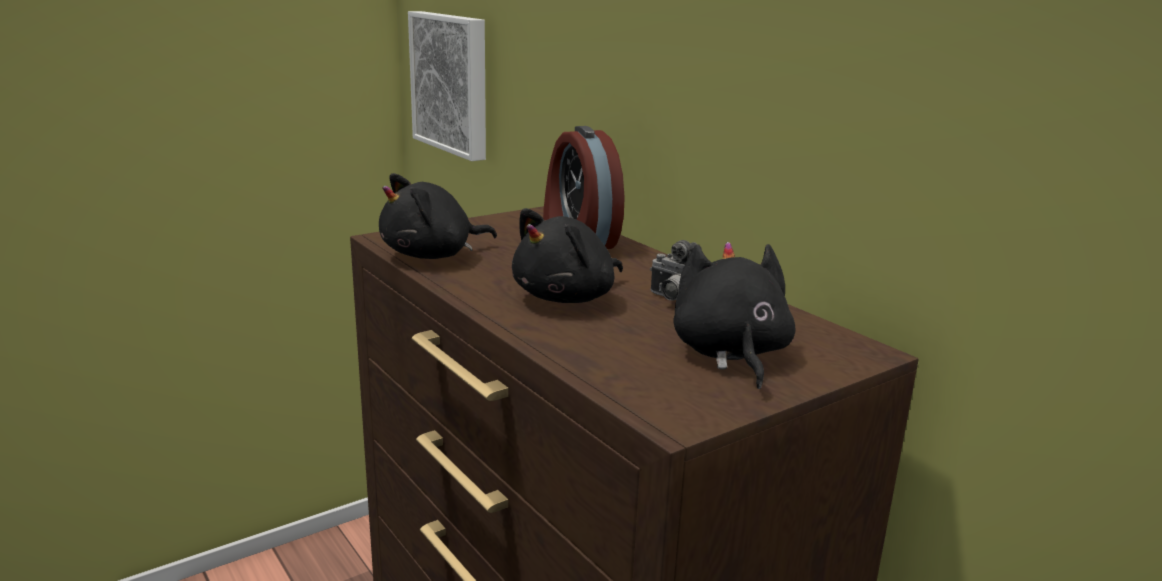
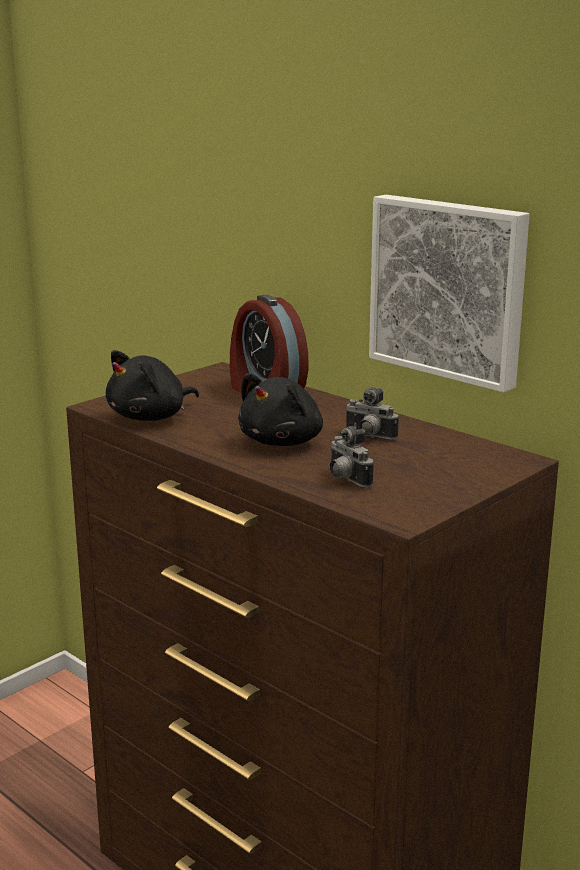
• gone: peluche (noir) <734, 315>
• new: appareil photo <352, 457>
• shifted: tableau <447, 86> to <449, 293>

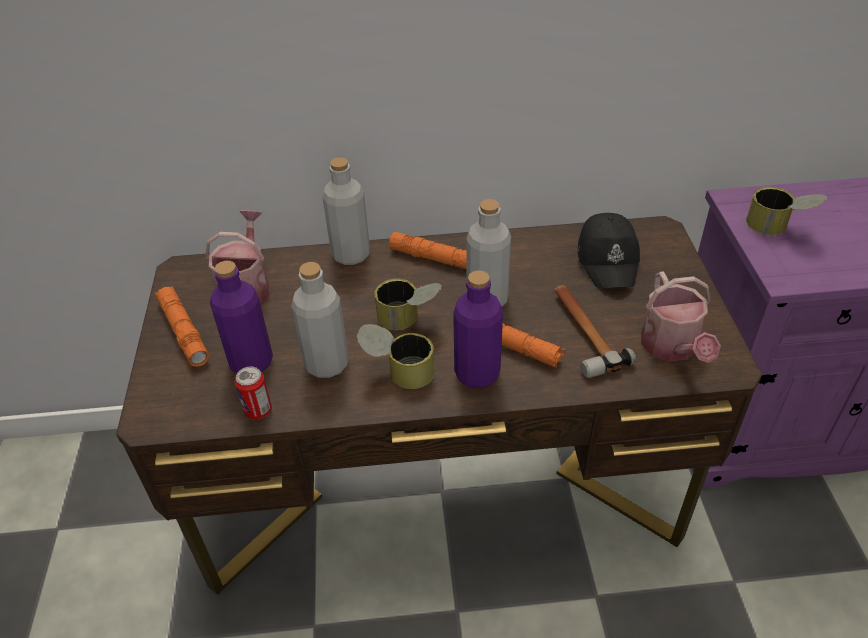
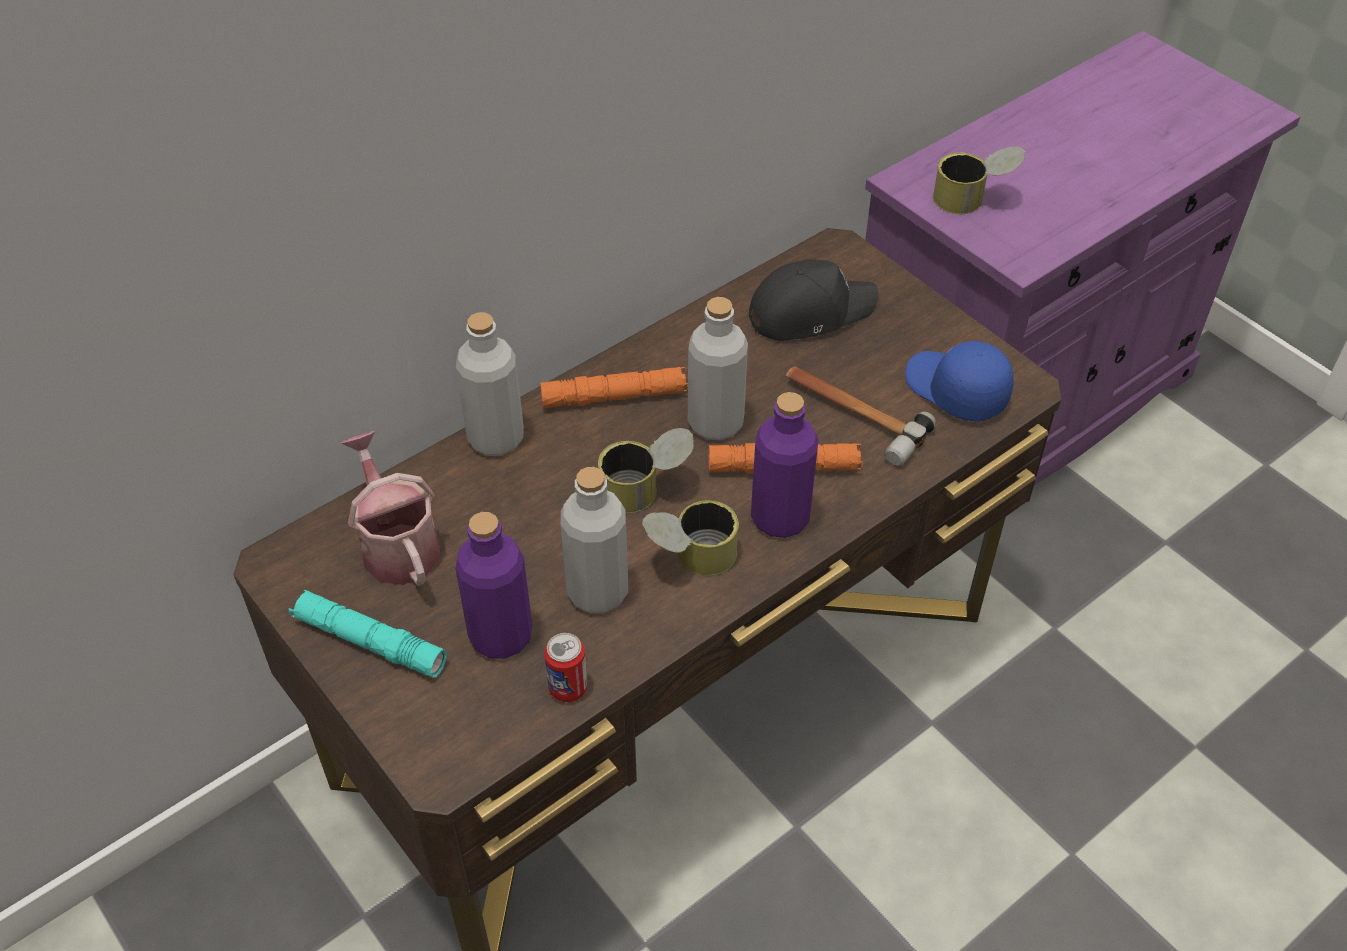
• swapped: arrosoir <681, 317> to casquette (bleu) <959, 381>
• repainted: lampe de poche (orange) <182, 327> to lampe de poche (turquoise) <368, 633>
• rotated: casquette (noir) <609, 251> = <813, 300> 75 degrees counterclockwise

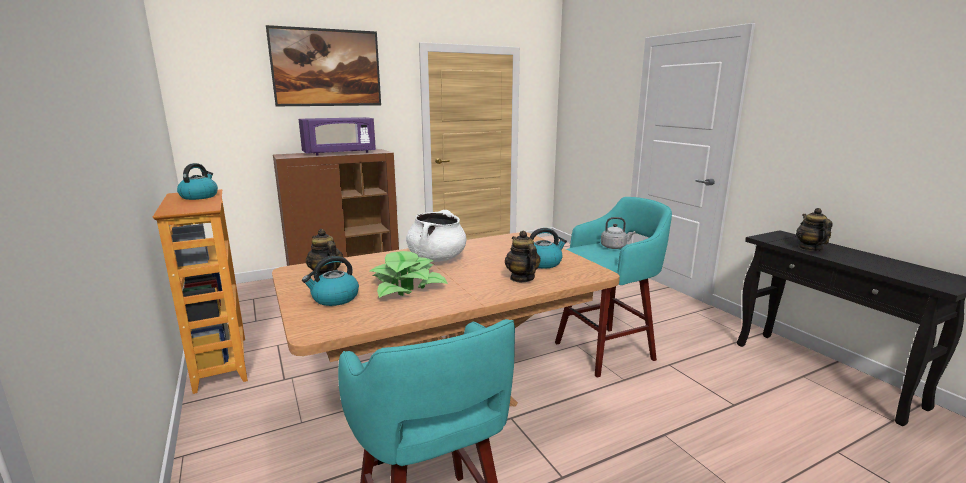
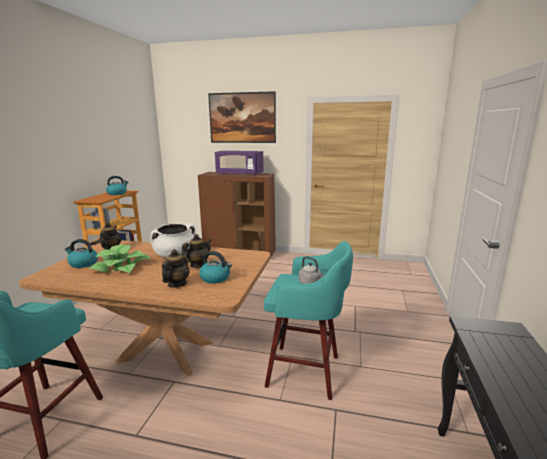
• shifted: théière <814, 229> to <196, 251>

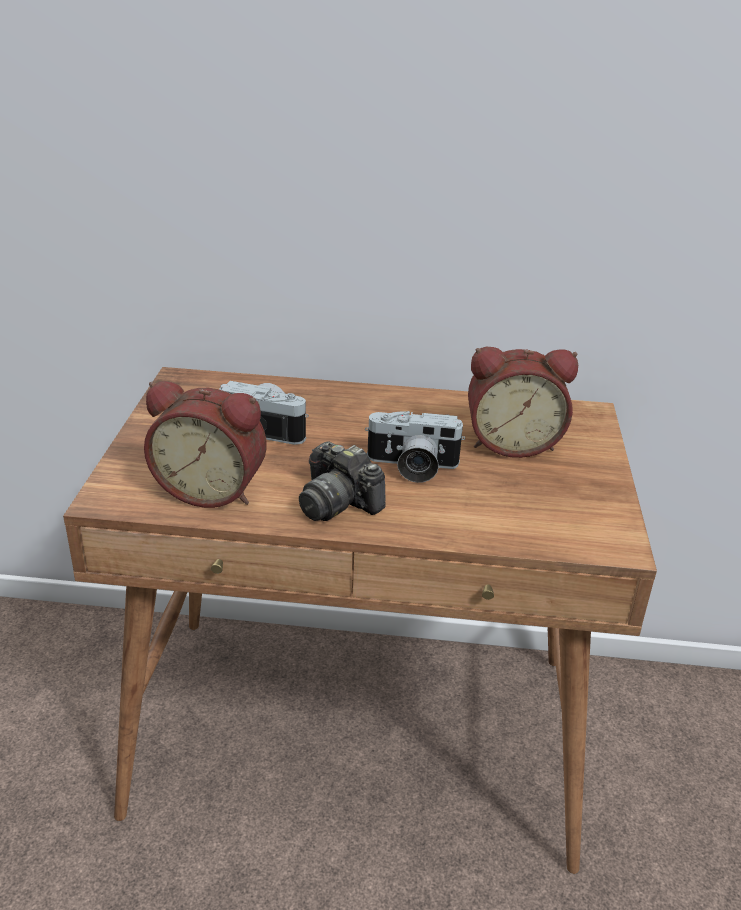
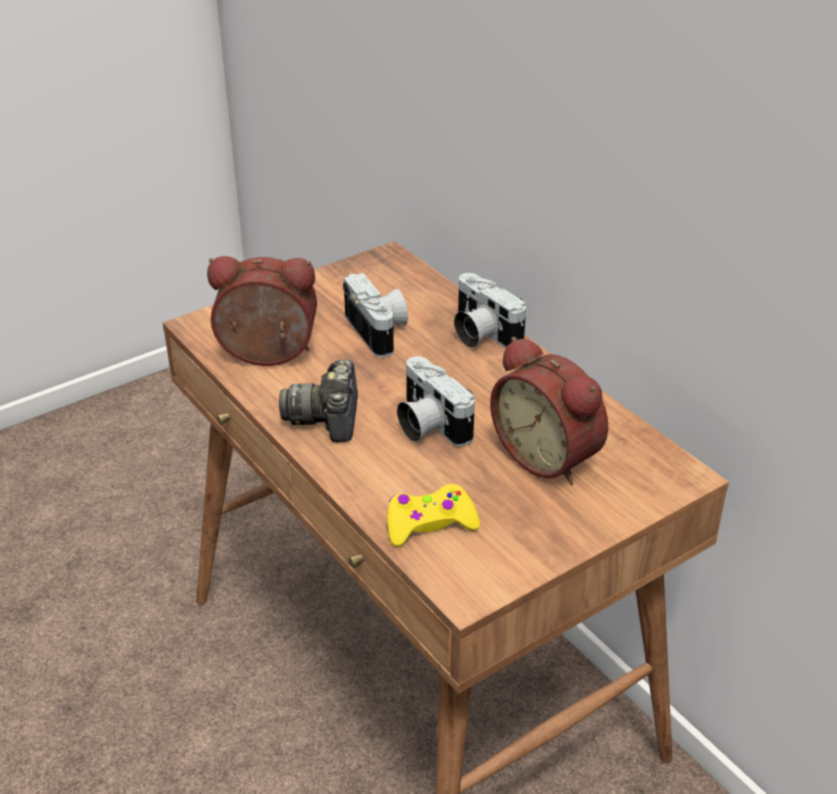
• new: manette (jaune) <433, 515>
• new: appareil photo <490, 310>
• rotated: réveil <205, 444> = <262, 311> 120 degrees clockwise

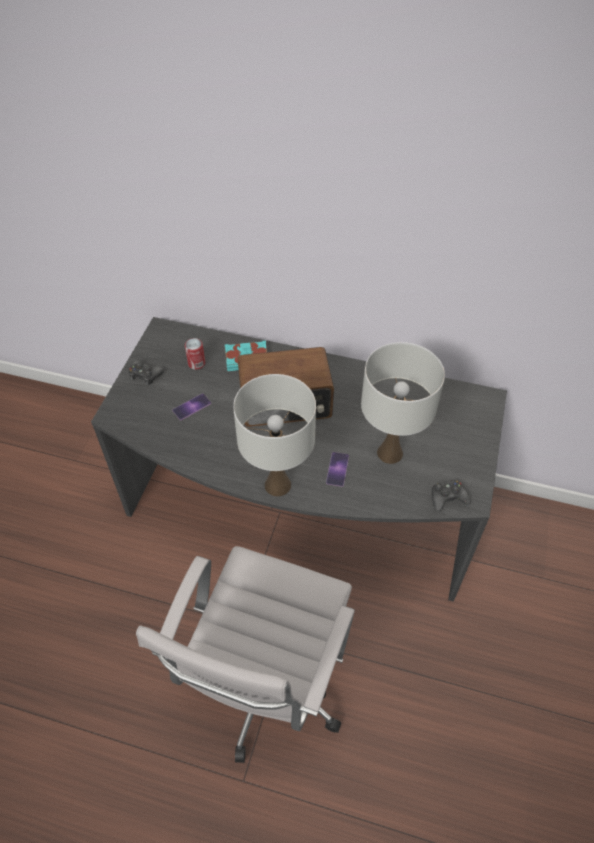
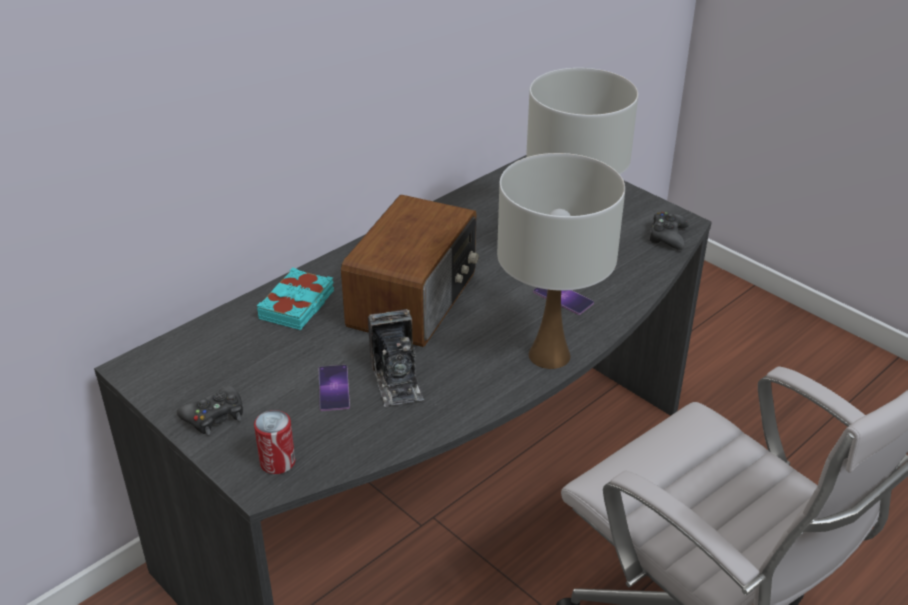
• new: appareil photo <396, 358>
• shifted: boîte métallique <195, 354> to <274, 442>

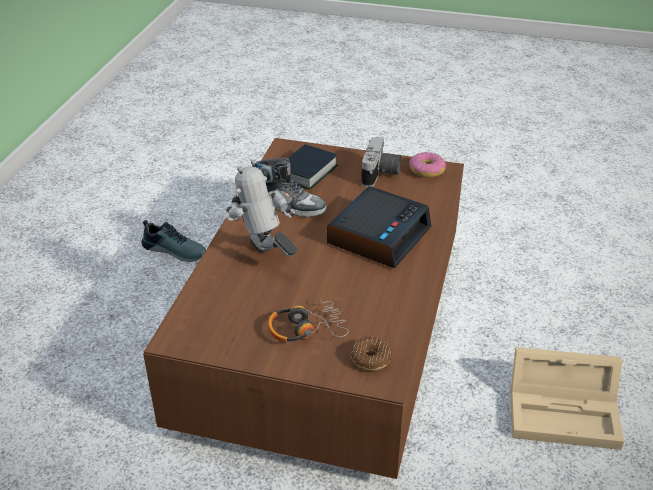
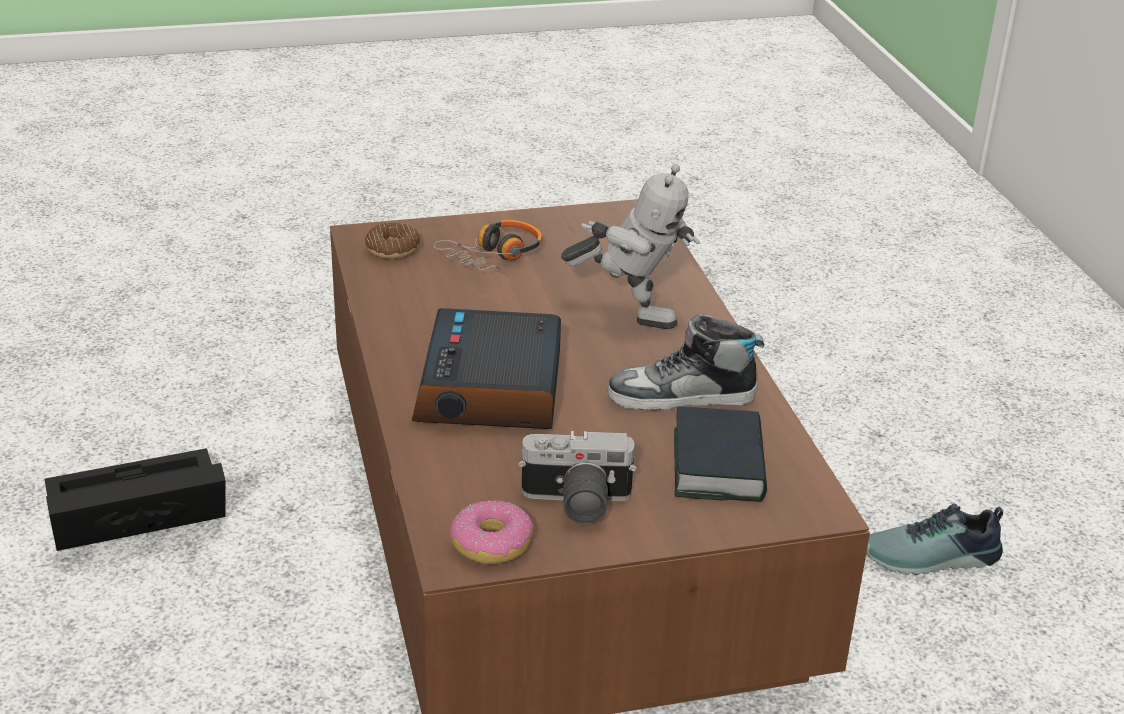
• repainted: boîte de rangement (beige) <567, 398> to boîte de rangement (noir) <134, 499>
• rotated: appareil photo <381, 162> = <577, 477> 75 degrees counterclockwise

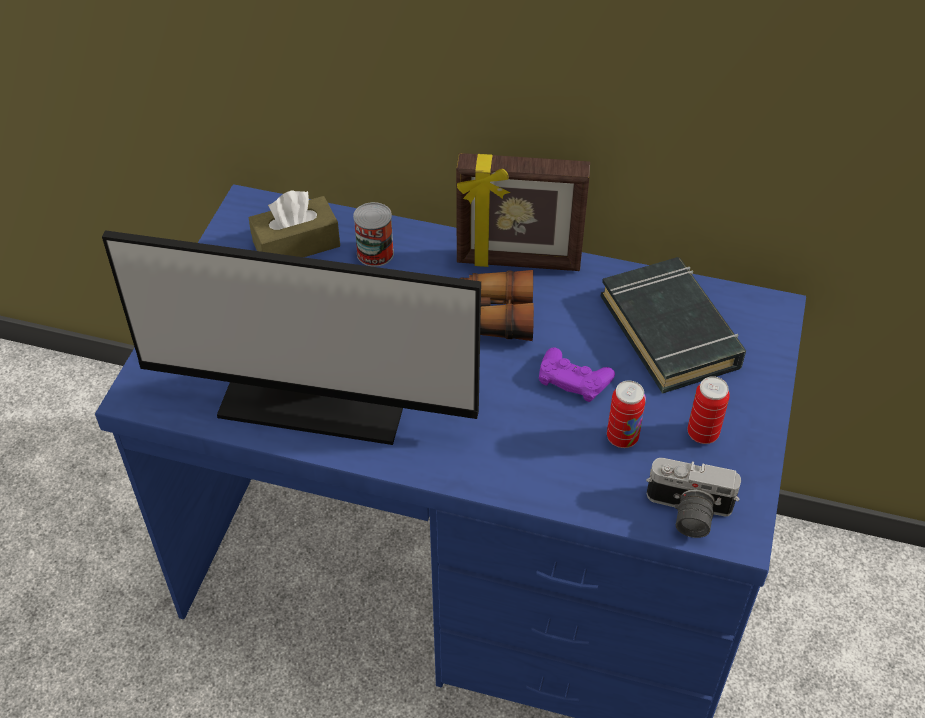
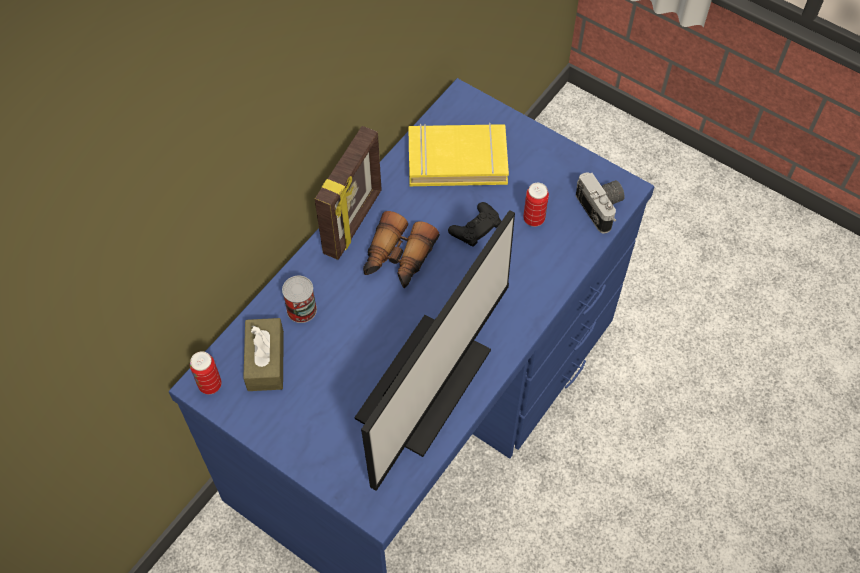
• shifted: boîte métallique <709, 410> to <206, 372>
• repainted: manette (violet) <577, 375> to manette (noir) <474, 224>
• repainted: livre (noir) <673, 325> to livre (jaune) <458, 154>
• rotated: appareil photo <693, 498> = <600, 202> 60 degrees counterclockwise

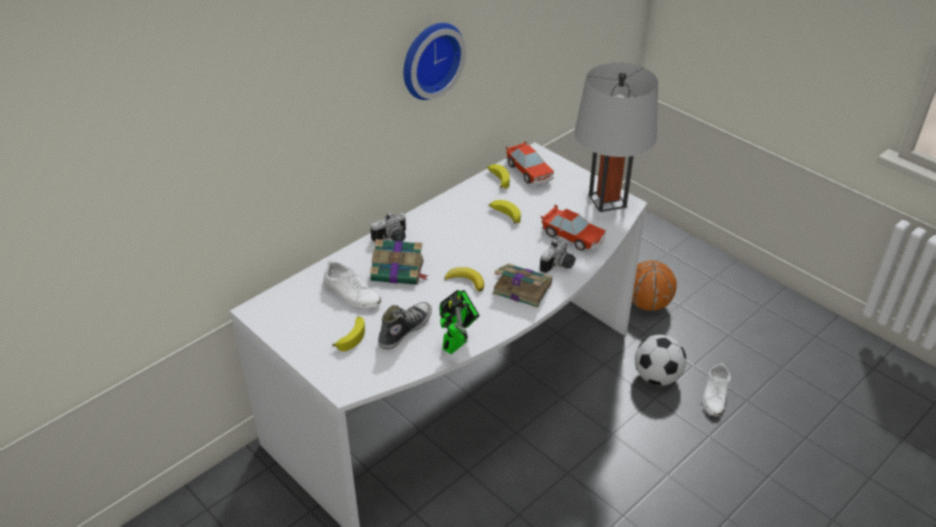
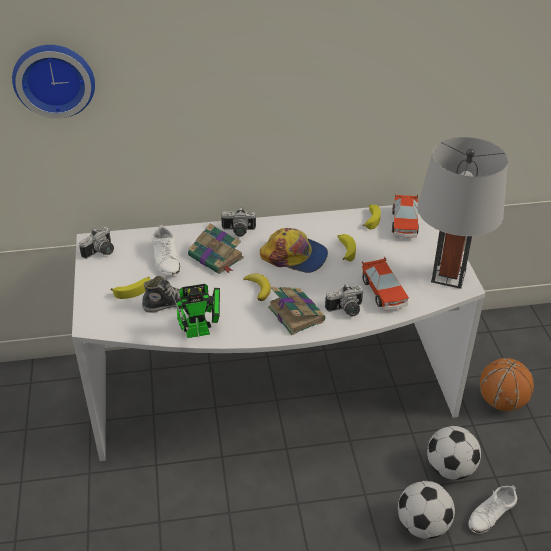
• new: appareil photo <96, 243>
• new: casquette <294, 250>
• new: ballon de foot <426, 510>
• shifted: horloge murale <435, 61> to <53, 82>

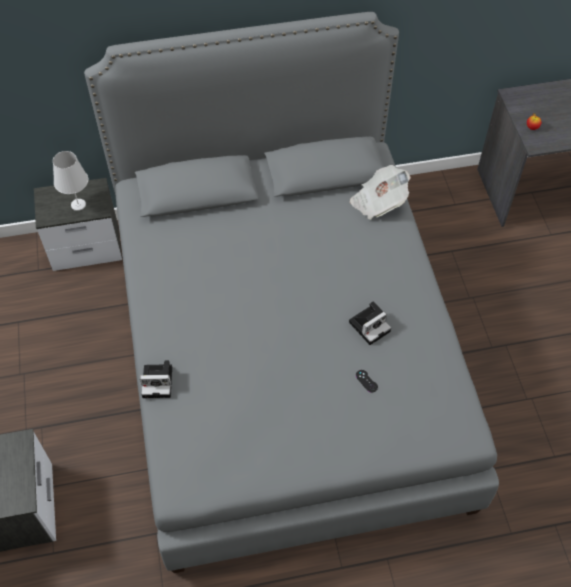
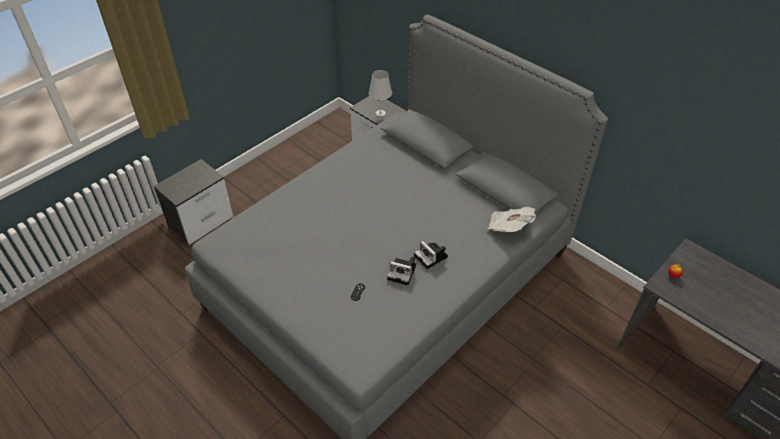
• shifted: appareil photo <156, 379> to <431, 255>

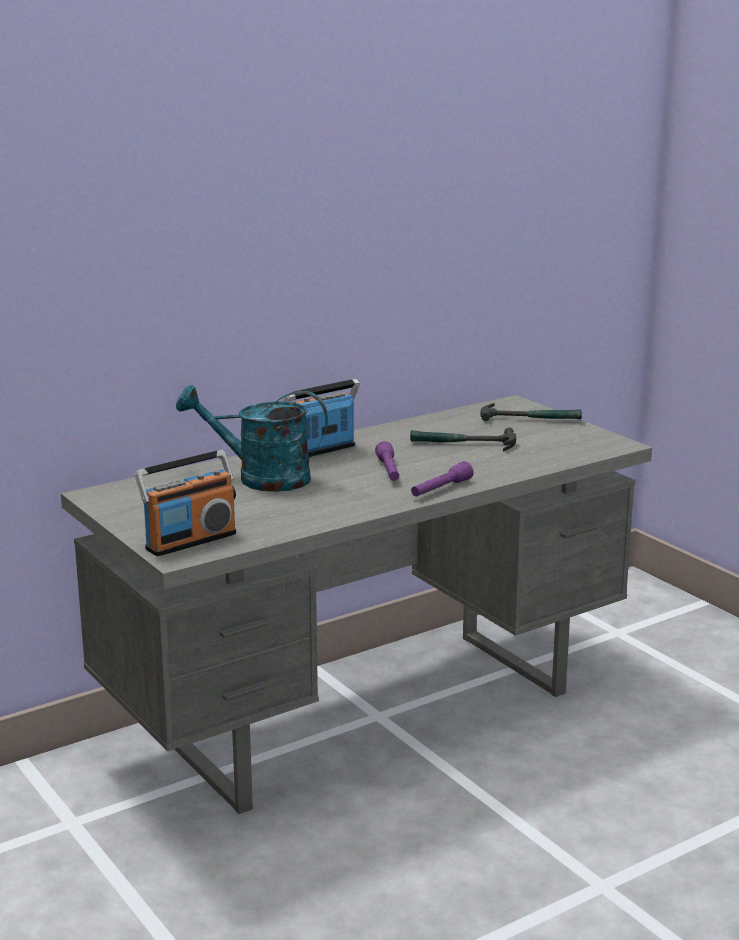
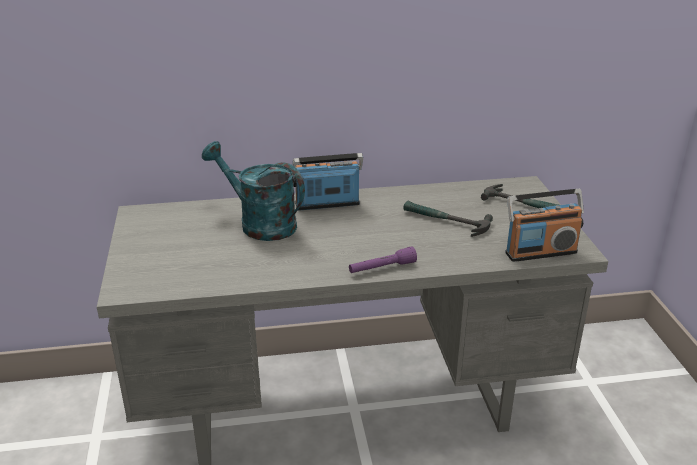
• gone: lampe de poche (violet) <387, 461>
• shifted: radio <185, 503> to <544, 225>

